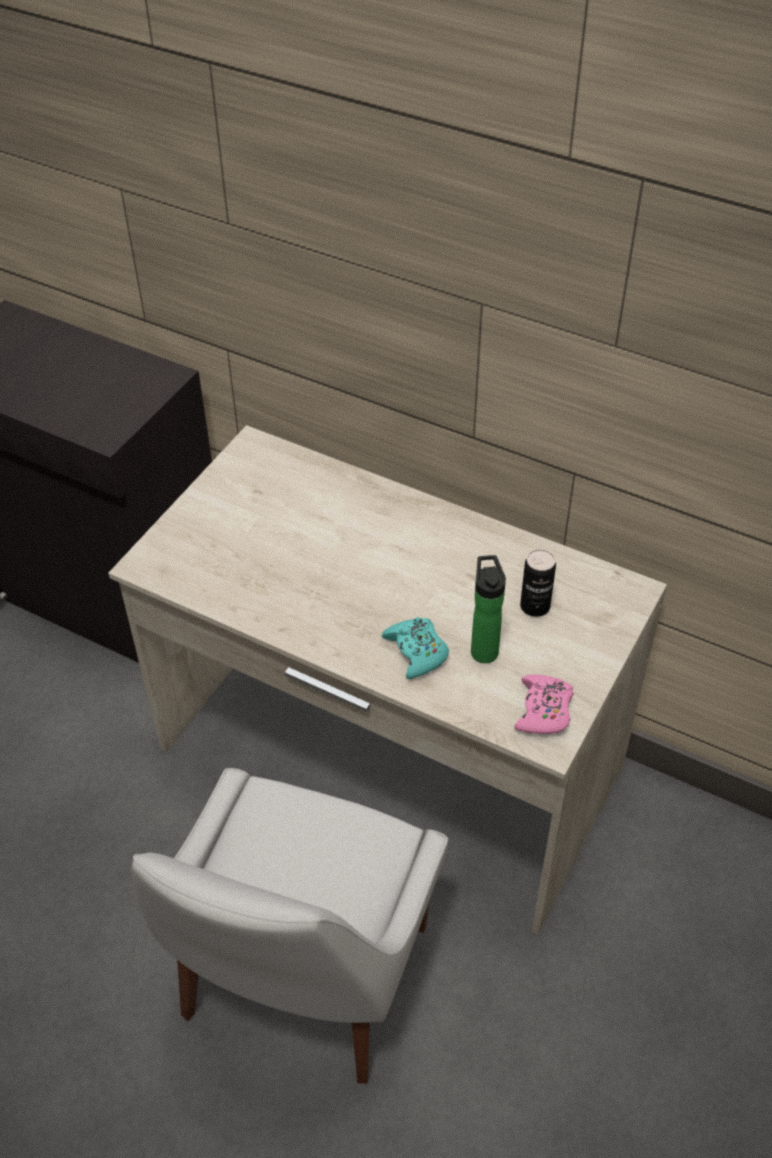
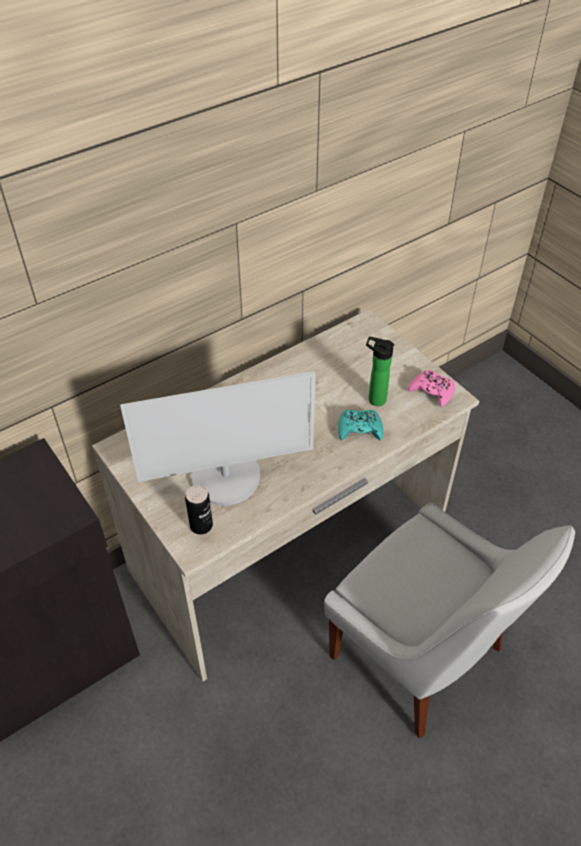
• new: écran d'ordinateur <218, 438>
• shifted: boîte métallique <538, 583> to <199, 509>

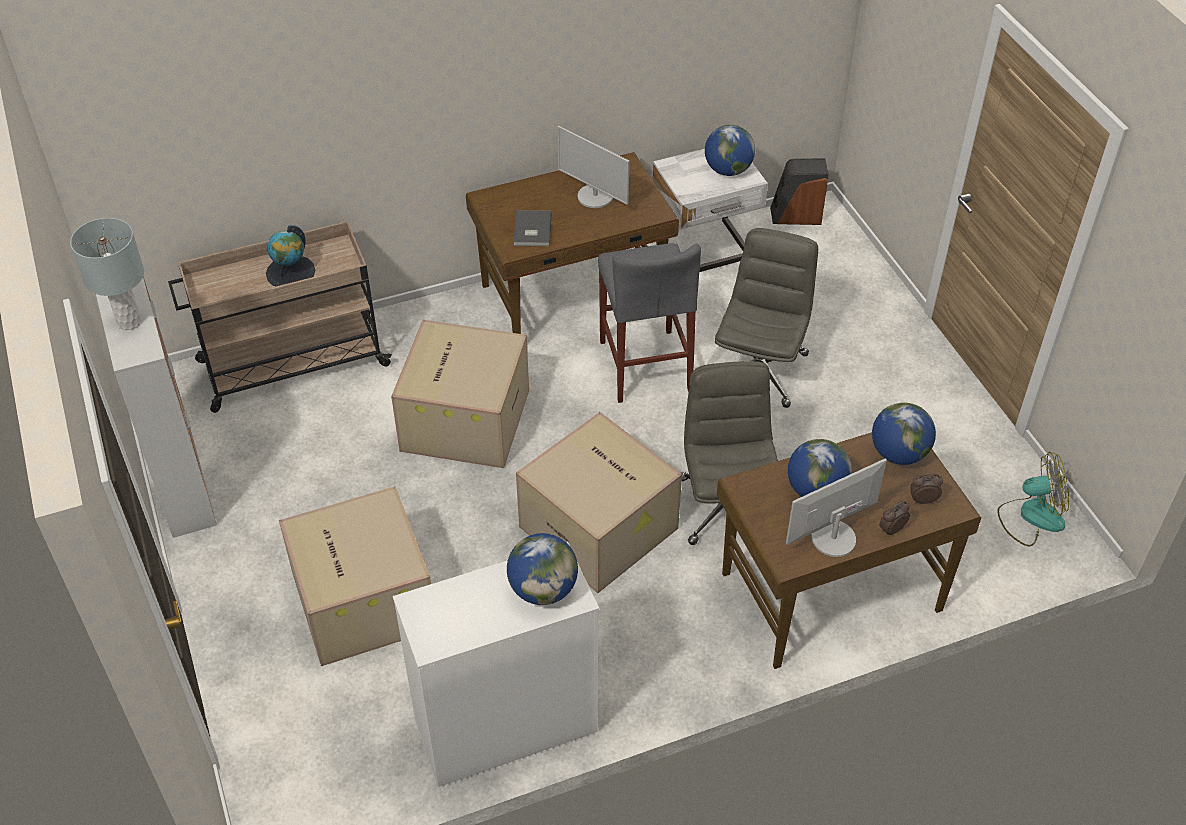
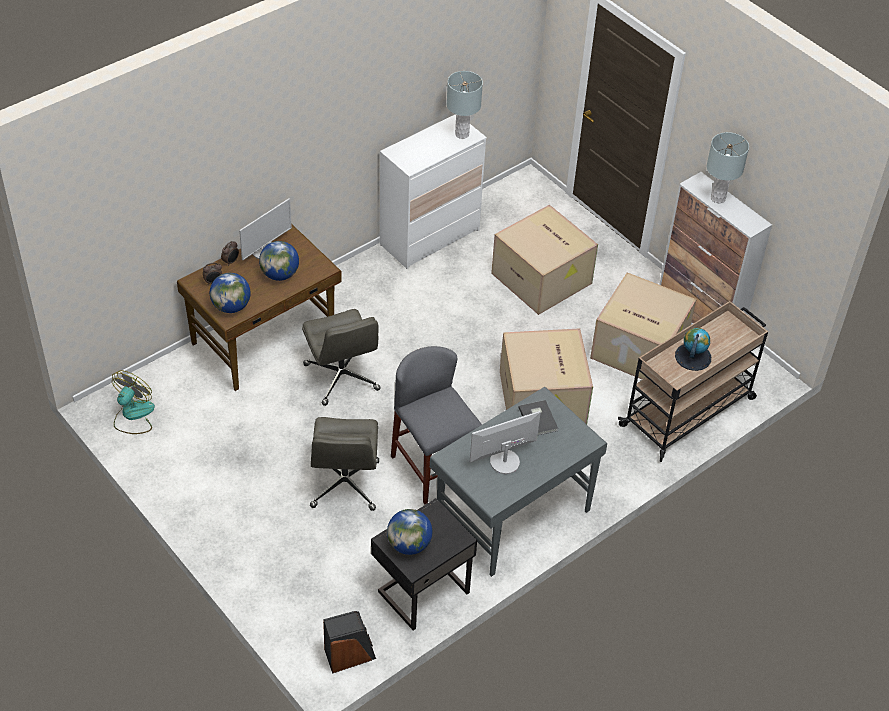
• gone: globe <542, 569>
• new: lampe de table (gris) <465, 105>
• shifted: carton <599, 502> to <643, 326>
• repainted: bureau (marron) <572, 243> to bureau (gris) <518, 482>
• repainted: table de chevet (blanc) <710, 210> to table de chevet (noir) <424, 564>
• rotated: écran d'ordinateur <593, 166> = <505, 442> 45 degrees counterclockwise
• rotated: ventilateur <1033, 499> = <133, 402> 135 degrees clockwise

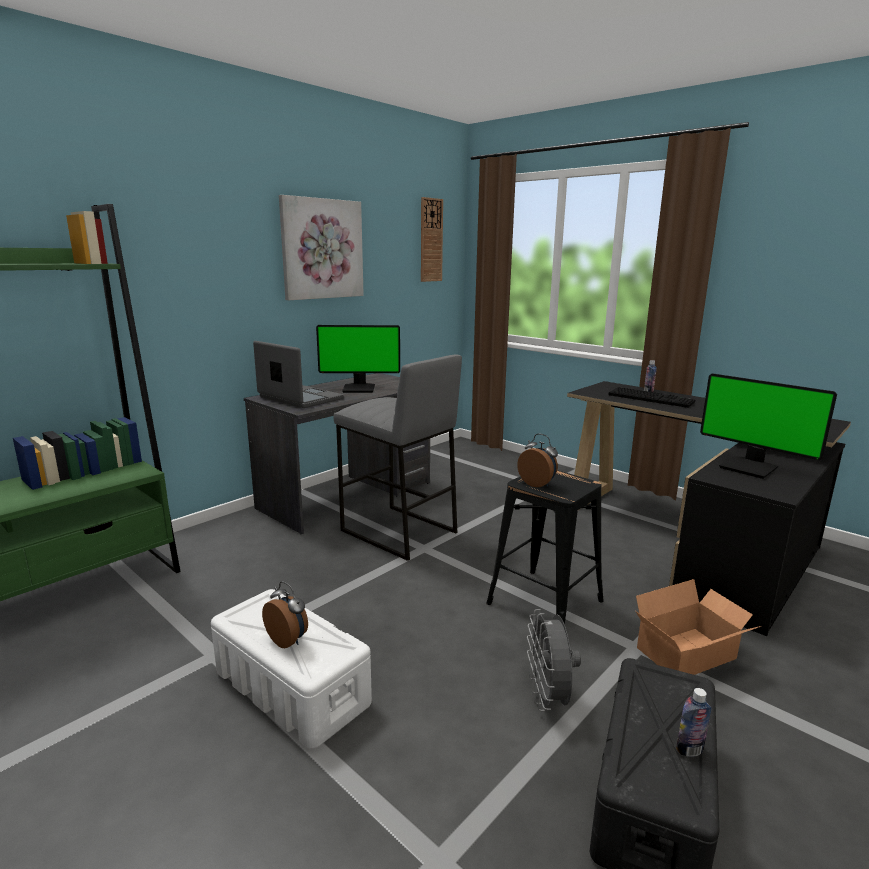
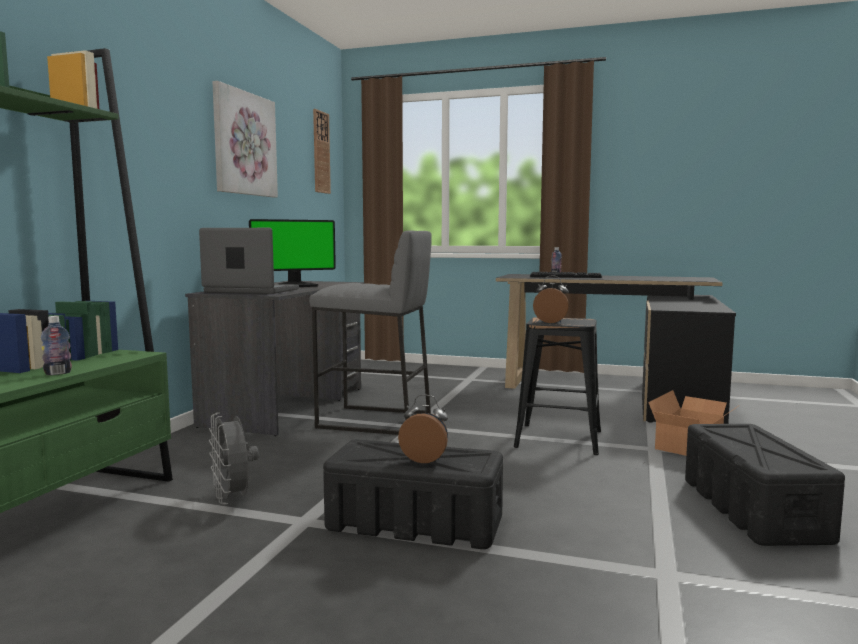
• gone: écran d'ordinateur <768, 426>
• shifted: ventilateur (gris) <554, 660> to <234, 459>
• shifted: bouteille <693, 722> to <56, 345>
• repainted: boîte de rangement (blanc) <291, 669> to boîte de rangement (noir) <413, 494>

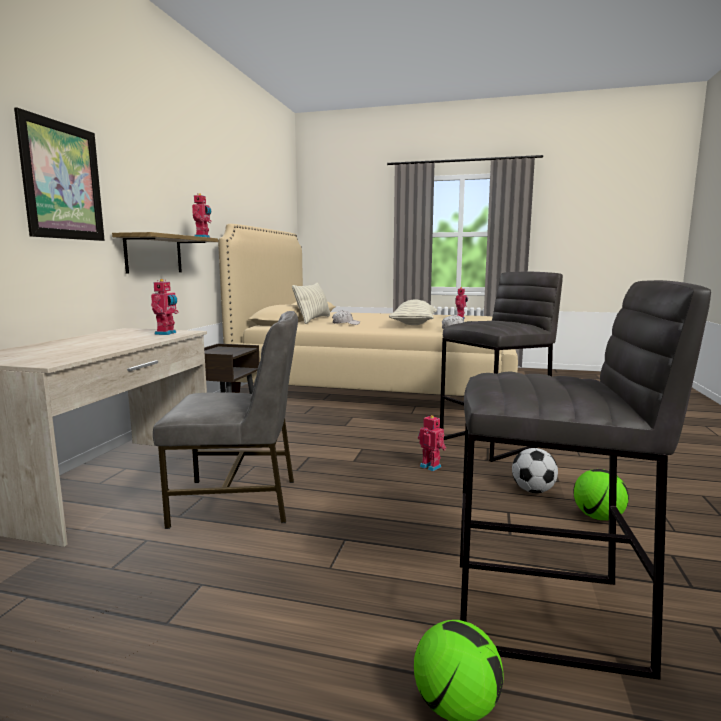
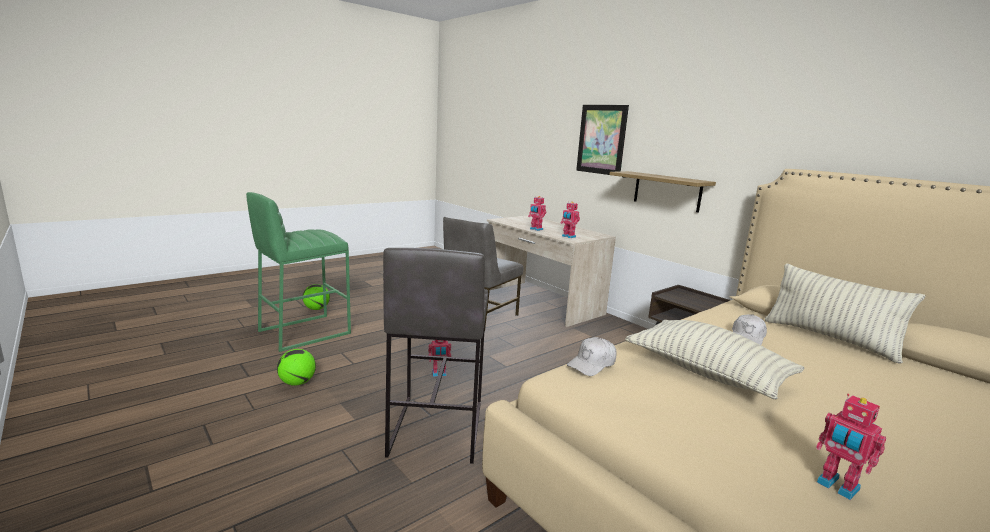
• gone: ballon de foot <535, 470>
• shifted: robot jouet <202, 215> to <537, 213>
• repainted: tabouret (gris) <585, 480> to tabouret (vert) <298, 272>

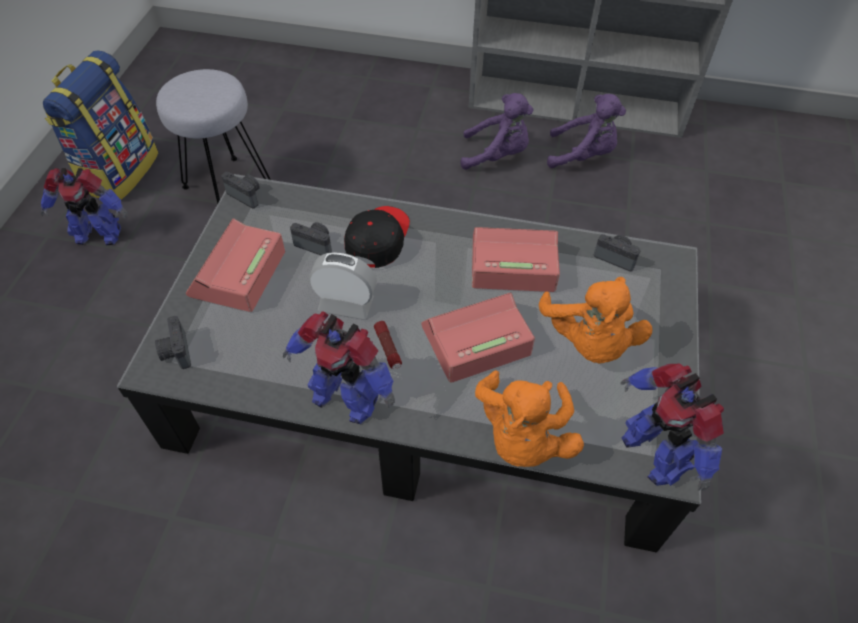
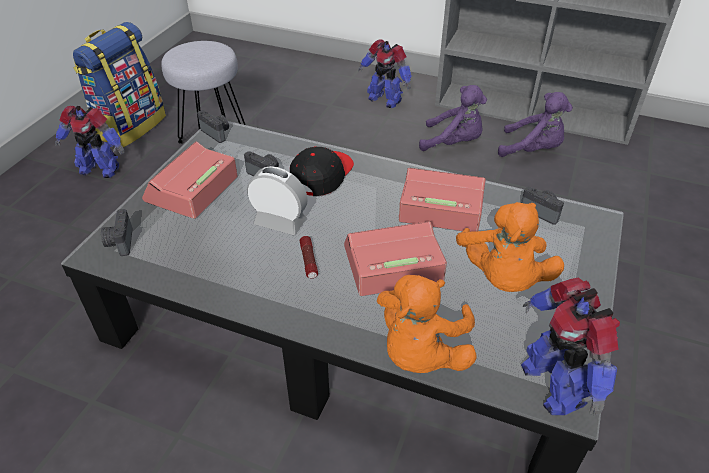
• shifted: robot jouet <339, 368> to <385, 73>

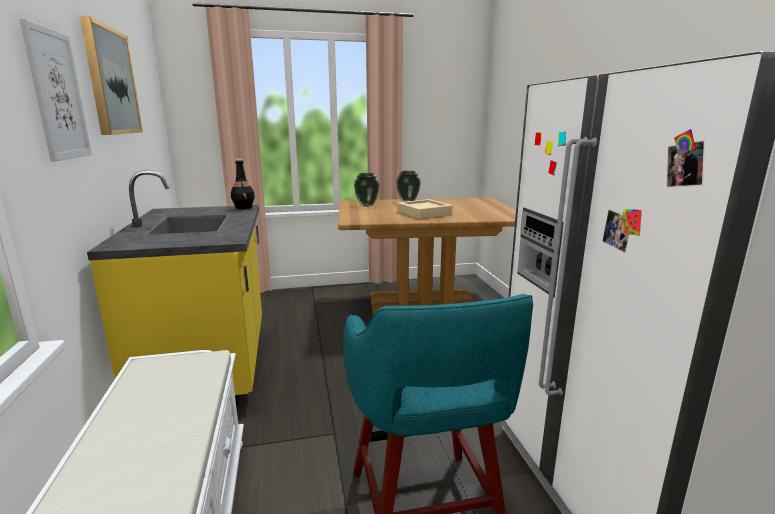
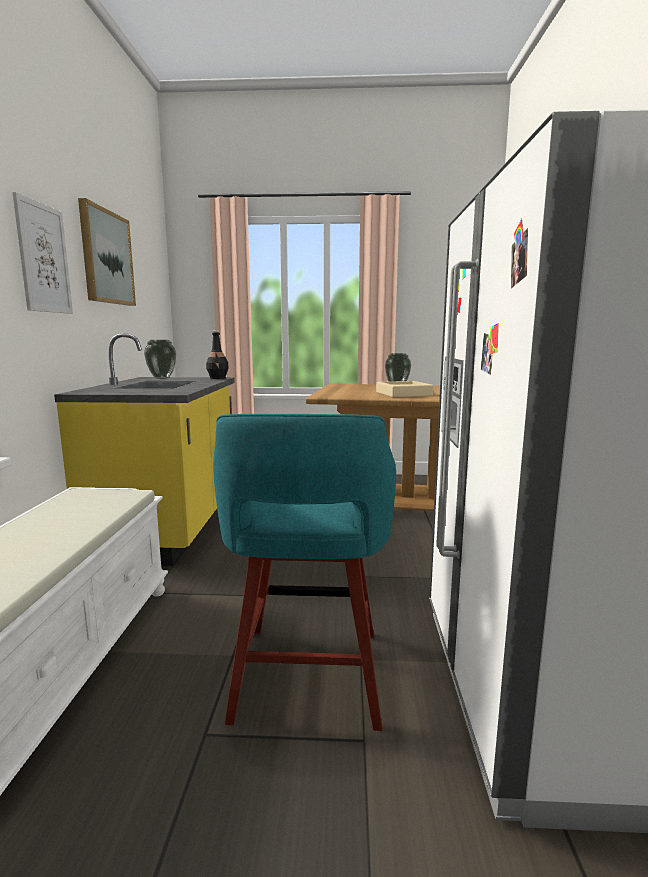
• shifted: vase <367, 190> to <160, 359>

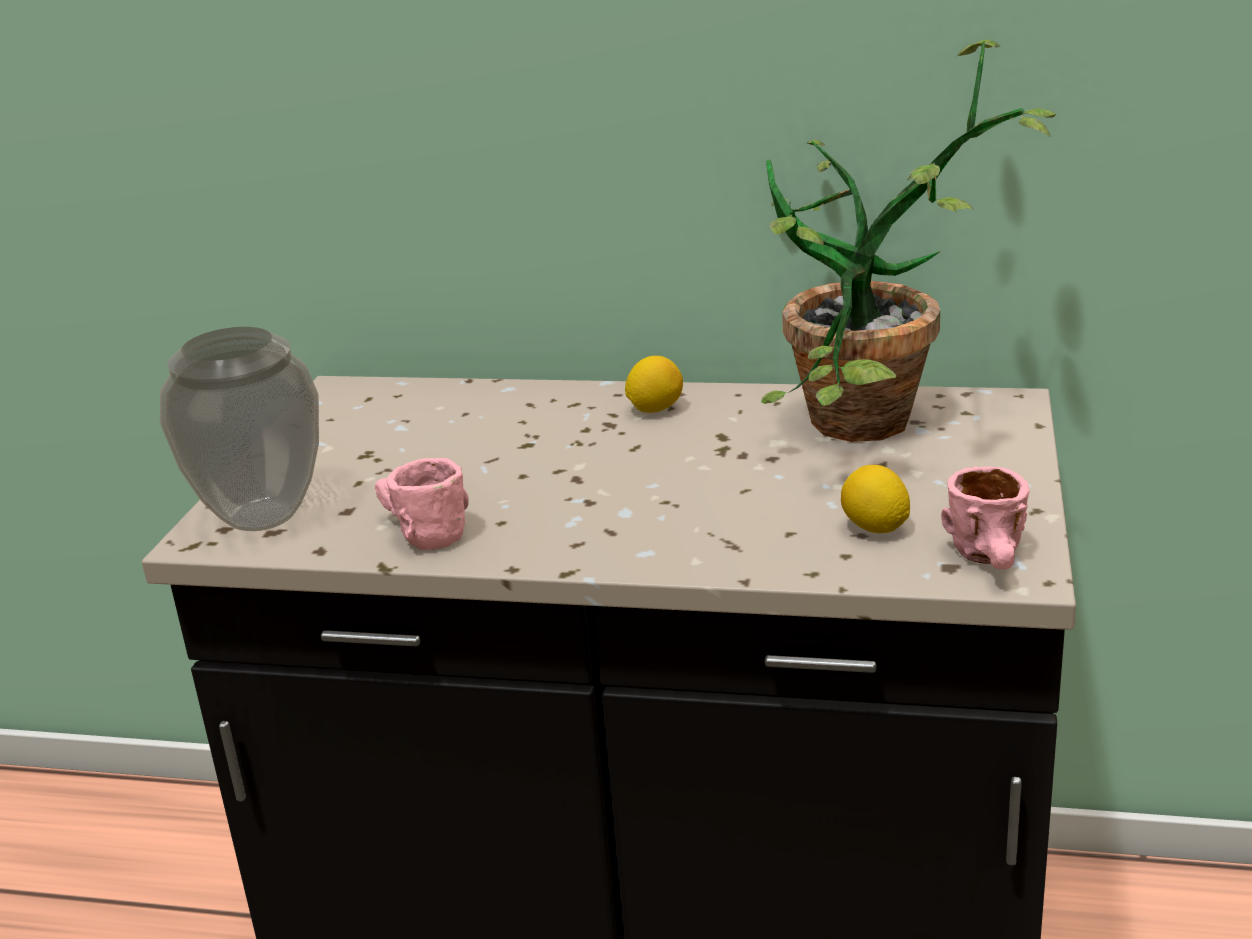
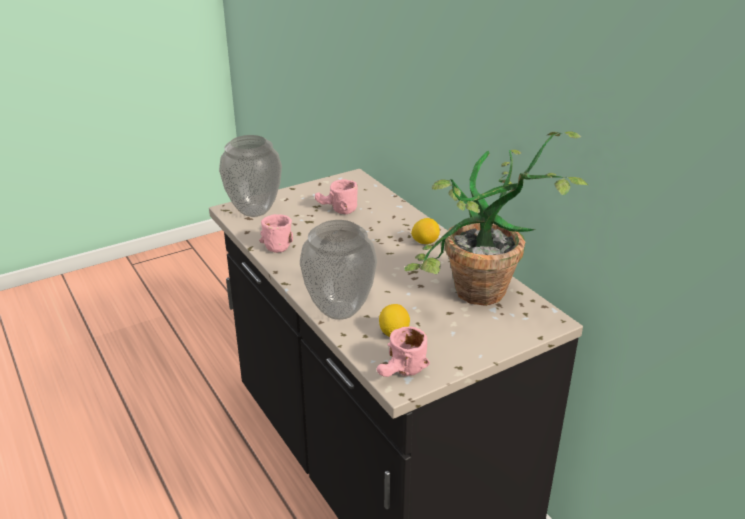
• new: vase <338, 270>
• new: mug (rose) <336, 196>

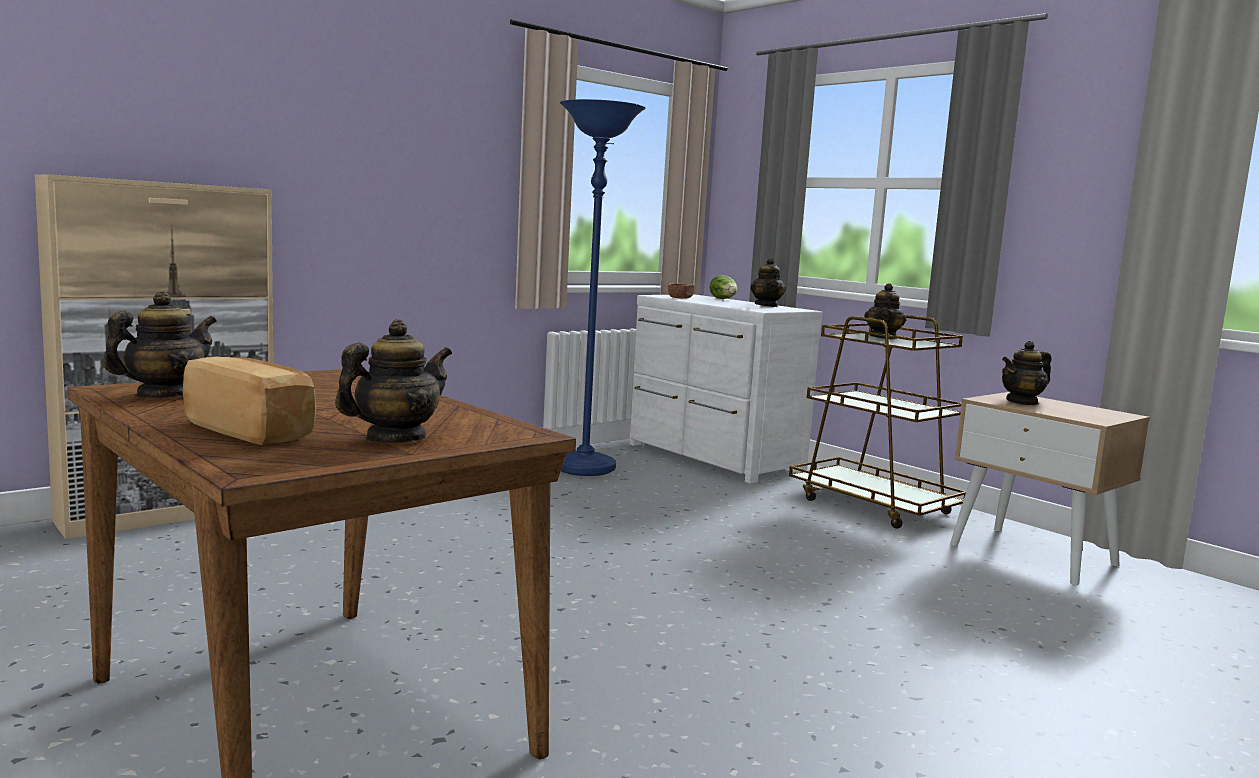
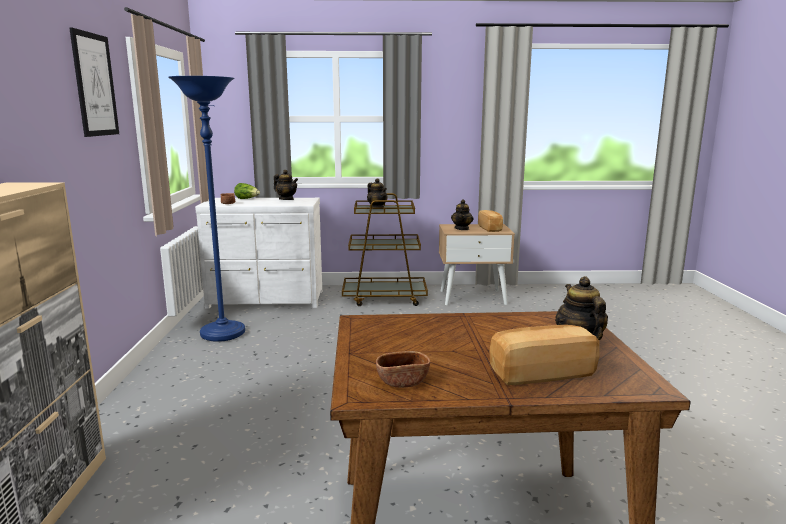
• new: tableau <94, 82>
• new: pain <490, 221>
• swapped: théière <160, 344> to bol (marron) <403, 369>

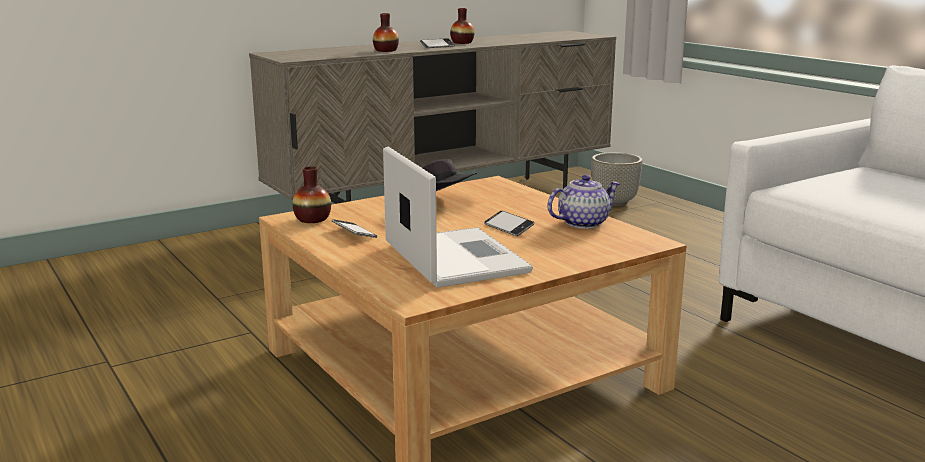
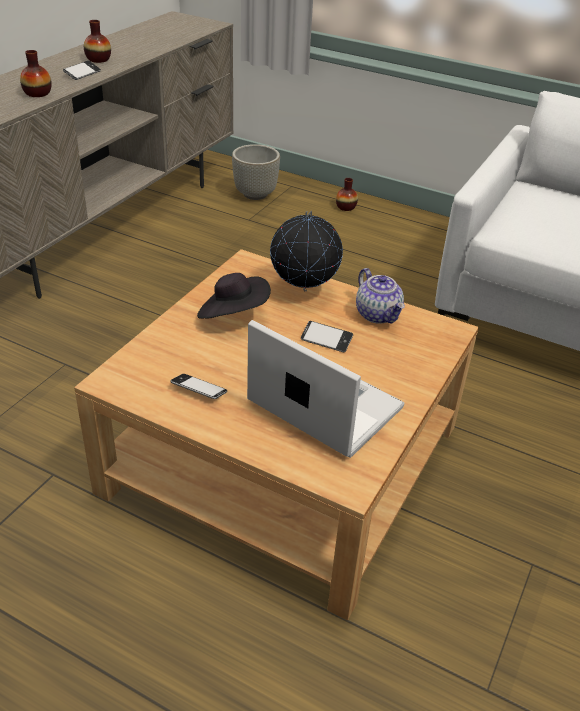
• new: globe <306, 251>
• shifted: vase <311, 194> to <347, 194>
• rotated: théière <584, 202> = <380, 296> 120 degrees clockwise

